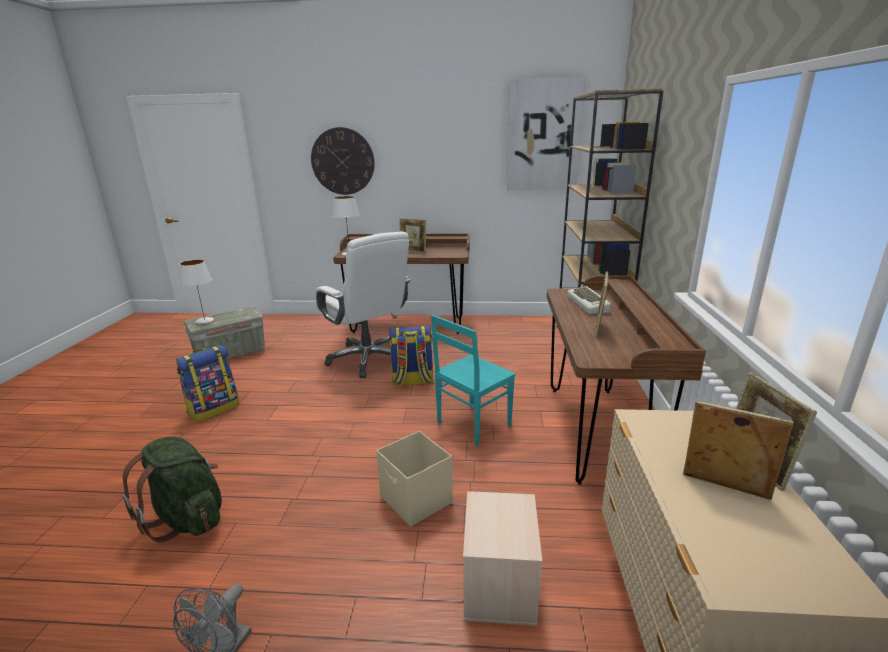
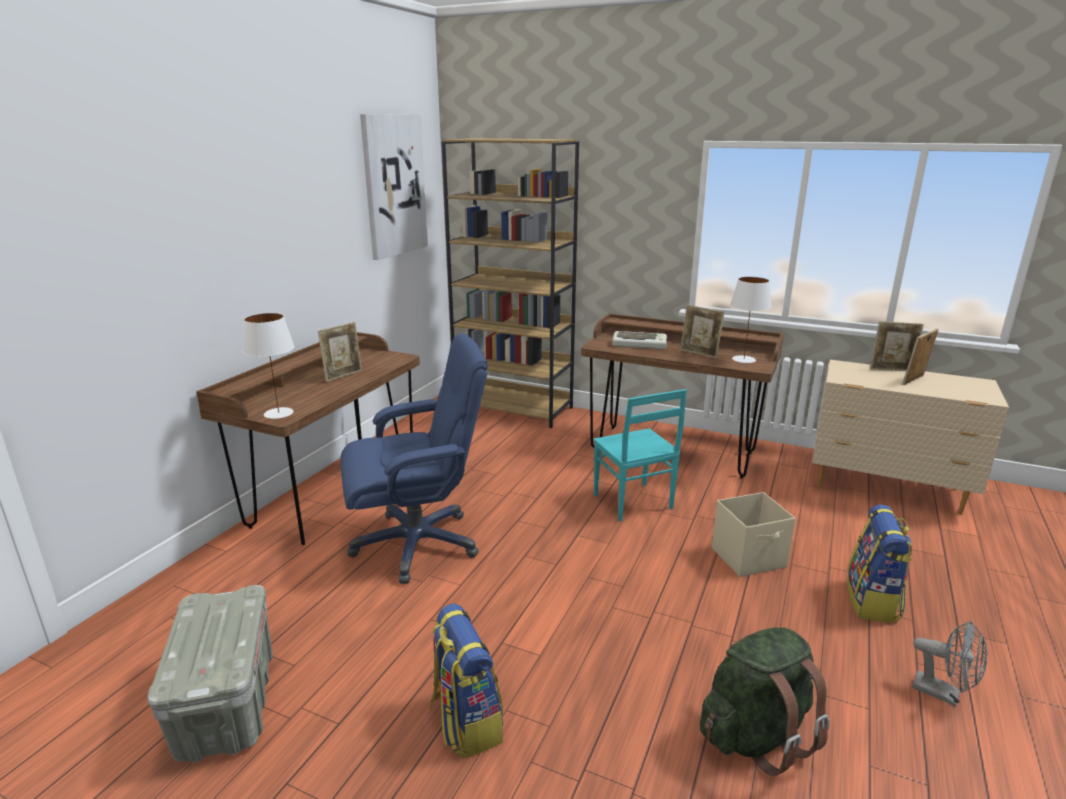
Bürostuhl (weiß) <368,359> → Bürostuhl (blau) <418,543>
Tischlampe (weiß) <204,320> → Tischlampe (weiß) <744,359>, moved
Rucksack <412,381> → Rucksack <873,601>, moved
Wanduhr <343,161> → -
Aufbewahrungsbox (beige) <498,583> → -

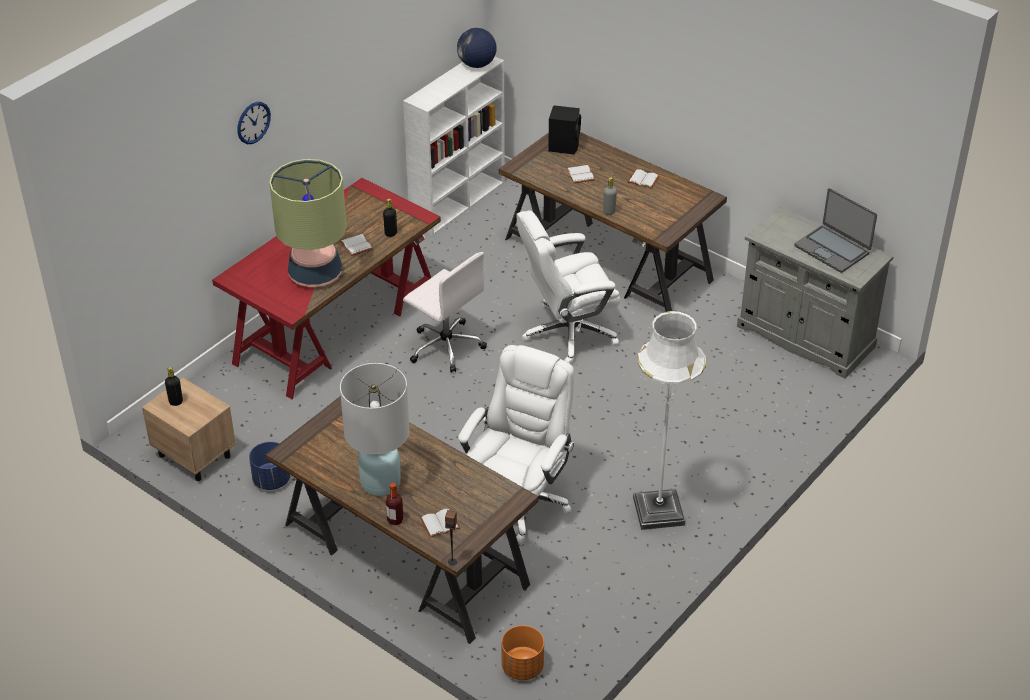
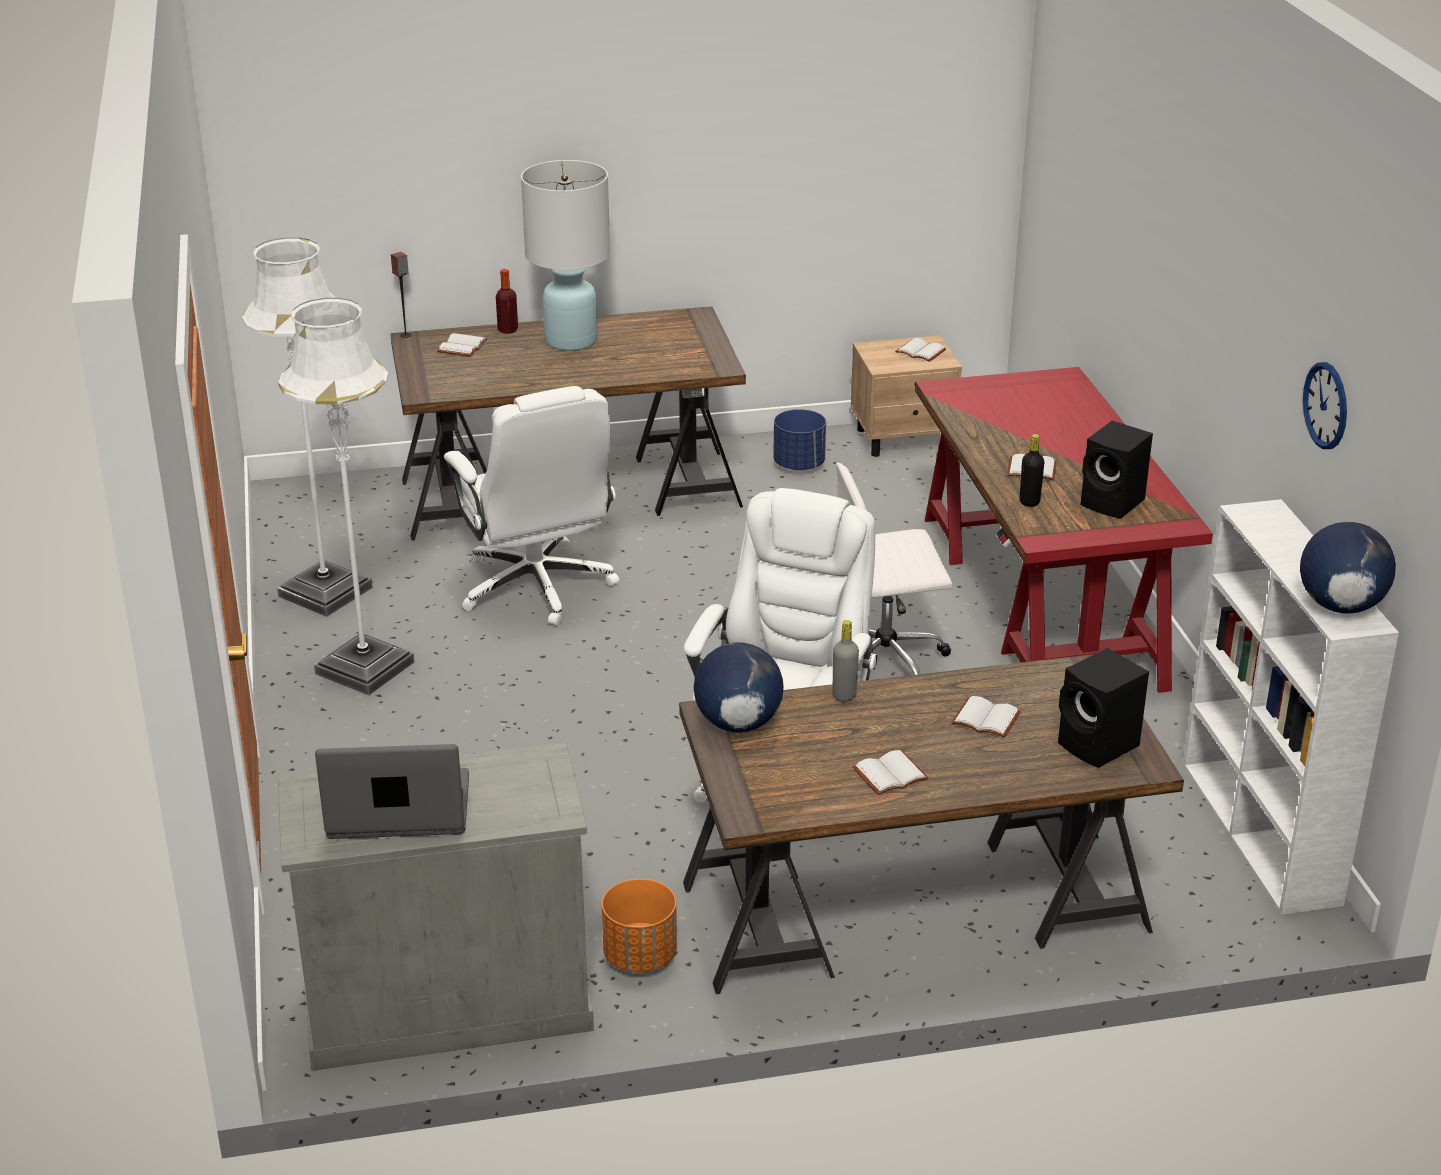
- → Stehlampe (weiß) <325,592>
Pflanzkübel (orange) <522,667> → Pflanzkübel (orange) <641,956>, moved
- → Globus <737,724>
Flasche (schwarz) <176,402> → Buch (weiß) <922,351>
- → Lautsprecher (schwarz) <1114,503>
Wanduhr <253,122> → Wanduhr <1326,405>, moved
Tischlampe <315,274> → -

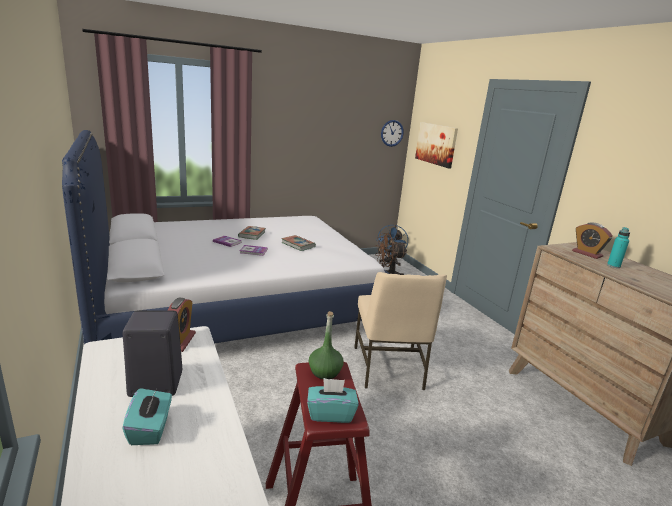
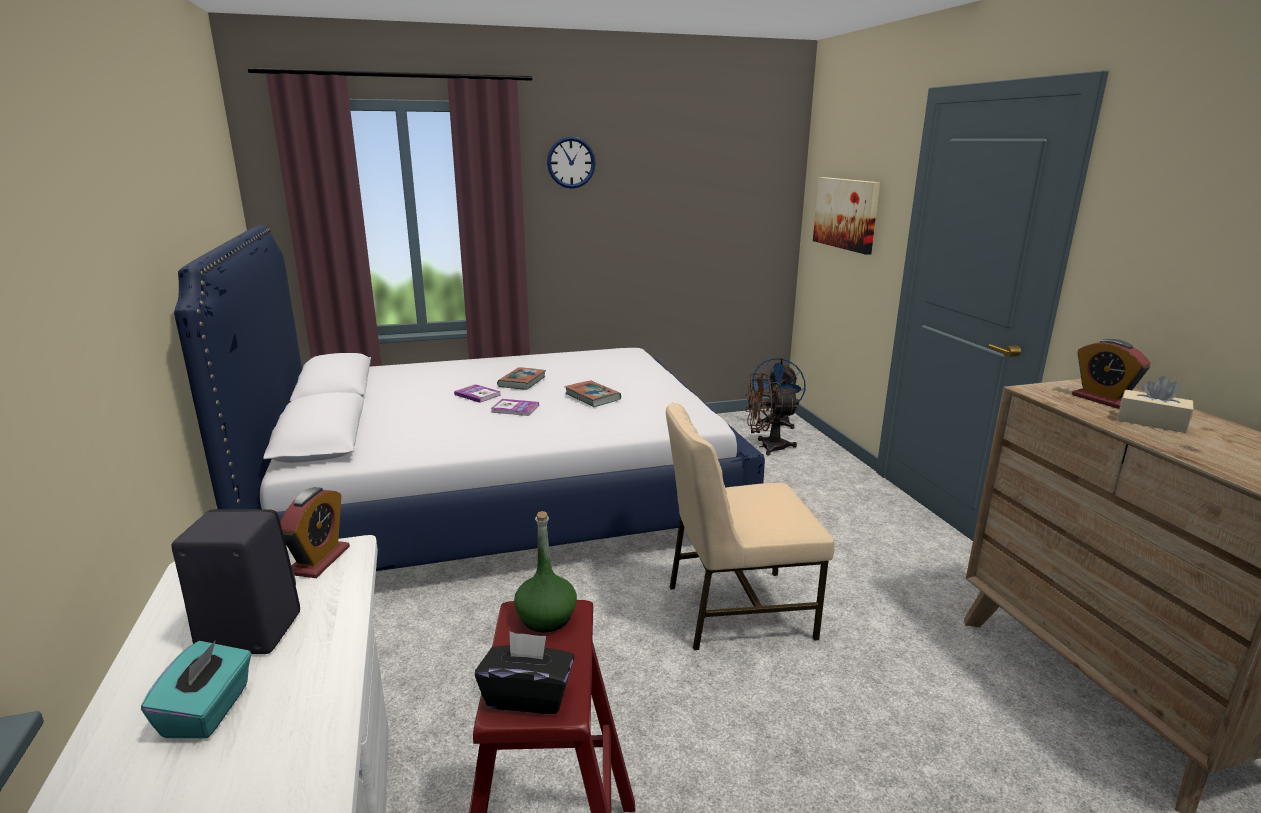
Taschentuchbox (türkis) <331,413> → Taschentuchbox (schwarz) <528,695>
Wanduhr <392,133> → Wanduhr <571,162>, moved
Stuhl (beige) <388,368> → Stuhl (beige) <736,610>, 75 degrees clockwise
Flasche (türkis) <613,266> → Taschentuchbox (beige) <1151,422>

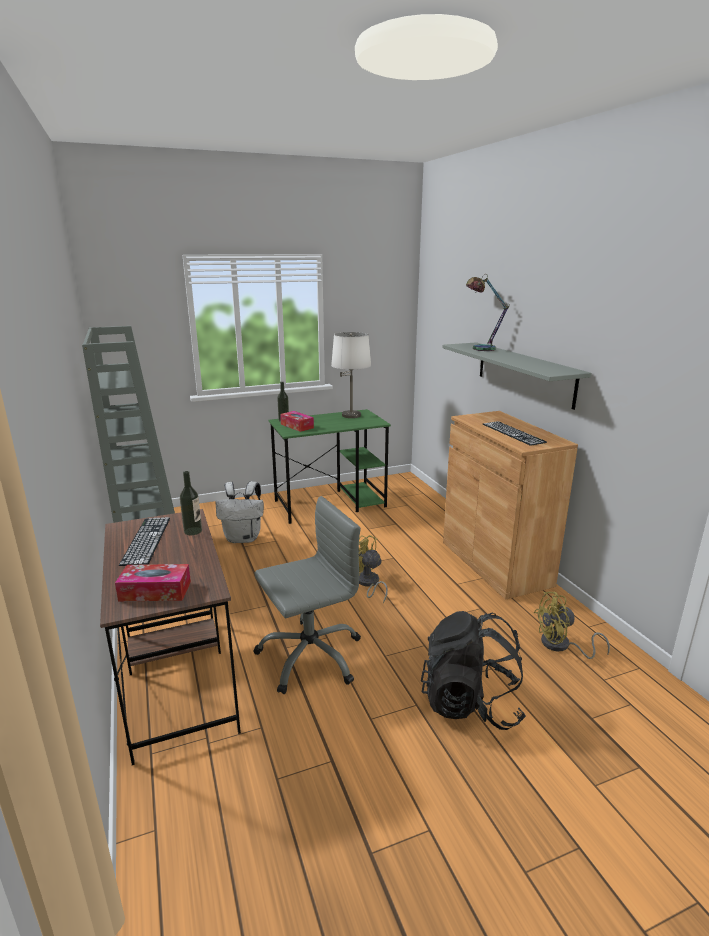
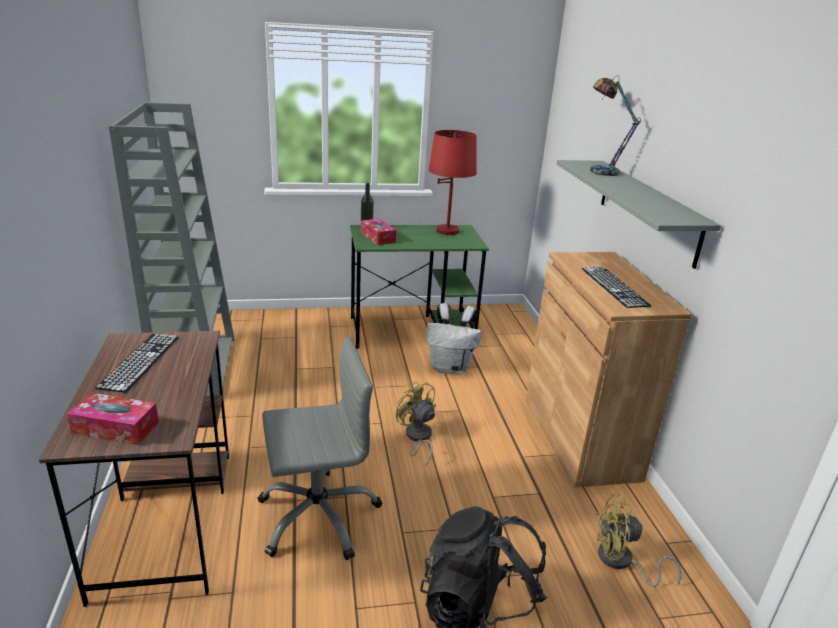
Rucksack (weiß) <244,538> → Rucksack (weiß) <450,368>, moved
Tischlampe (weiß) <351,415> → Tischlampe (rot) <447,231>
Flasche <193,531> → -

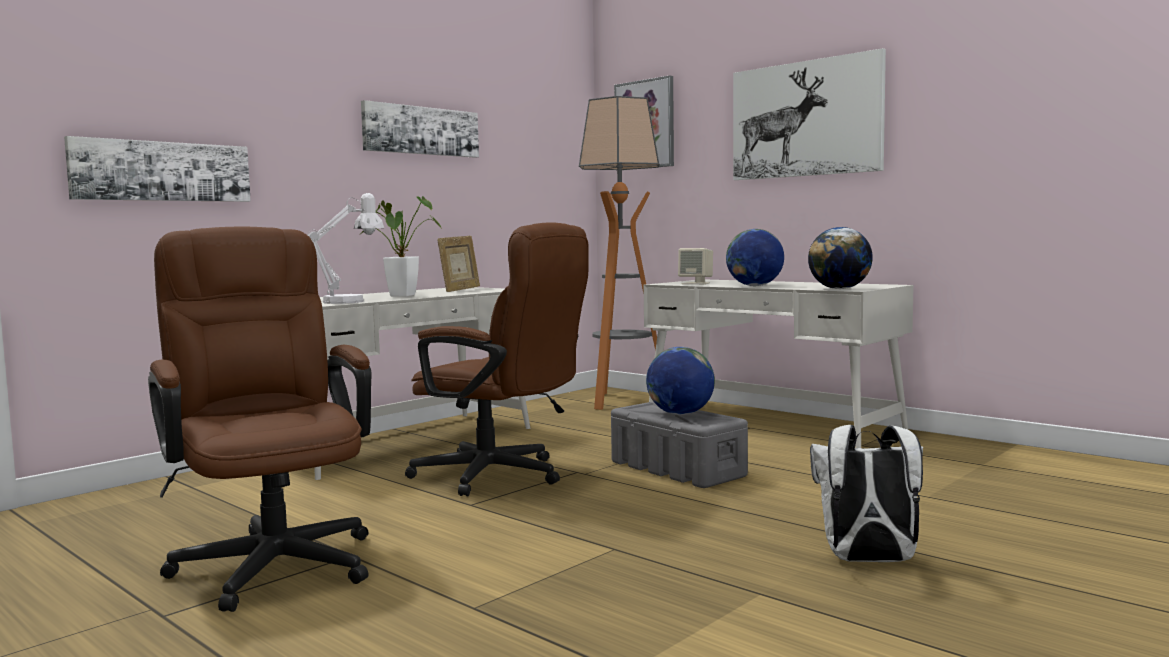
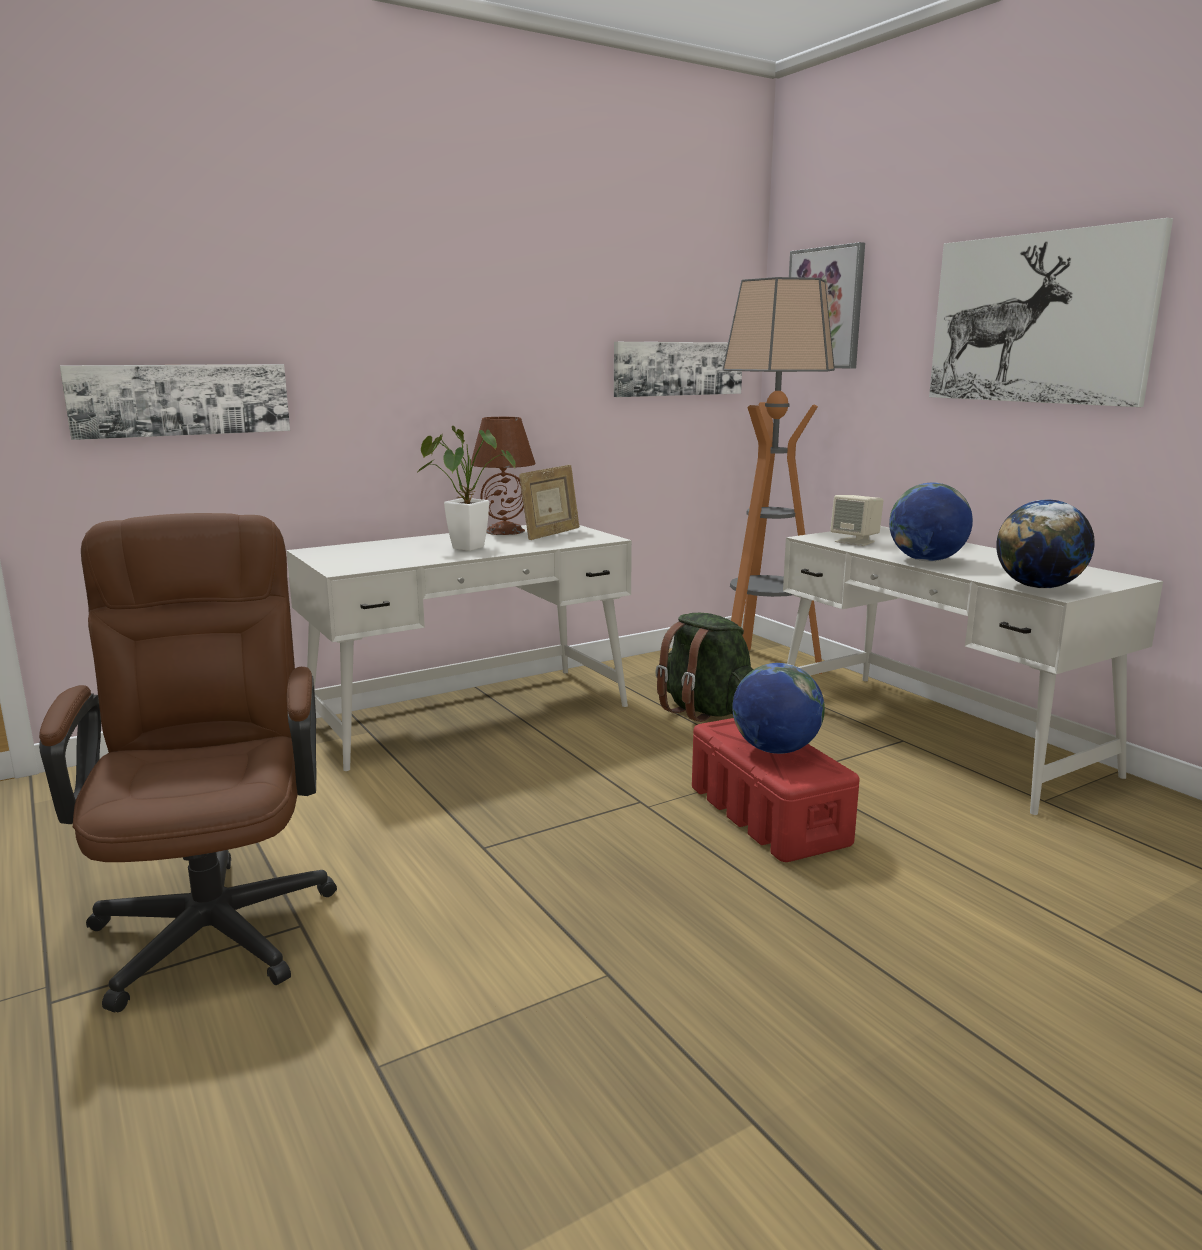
- → Tischlampe (braun) <505,531>
Bild <421,131> → Bild <678,368>, moved
- → Rucksack (grün) <705,711>
Aufbewahrungsbox (grau) <678,469> → Aufbewahrungsbox (rot) <768,815>
Tischlampe (weiß) <352,301> → -
Bürostuhl (braun) <501,476> → -
Rucksack (weiß) <868,561> → -

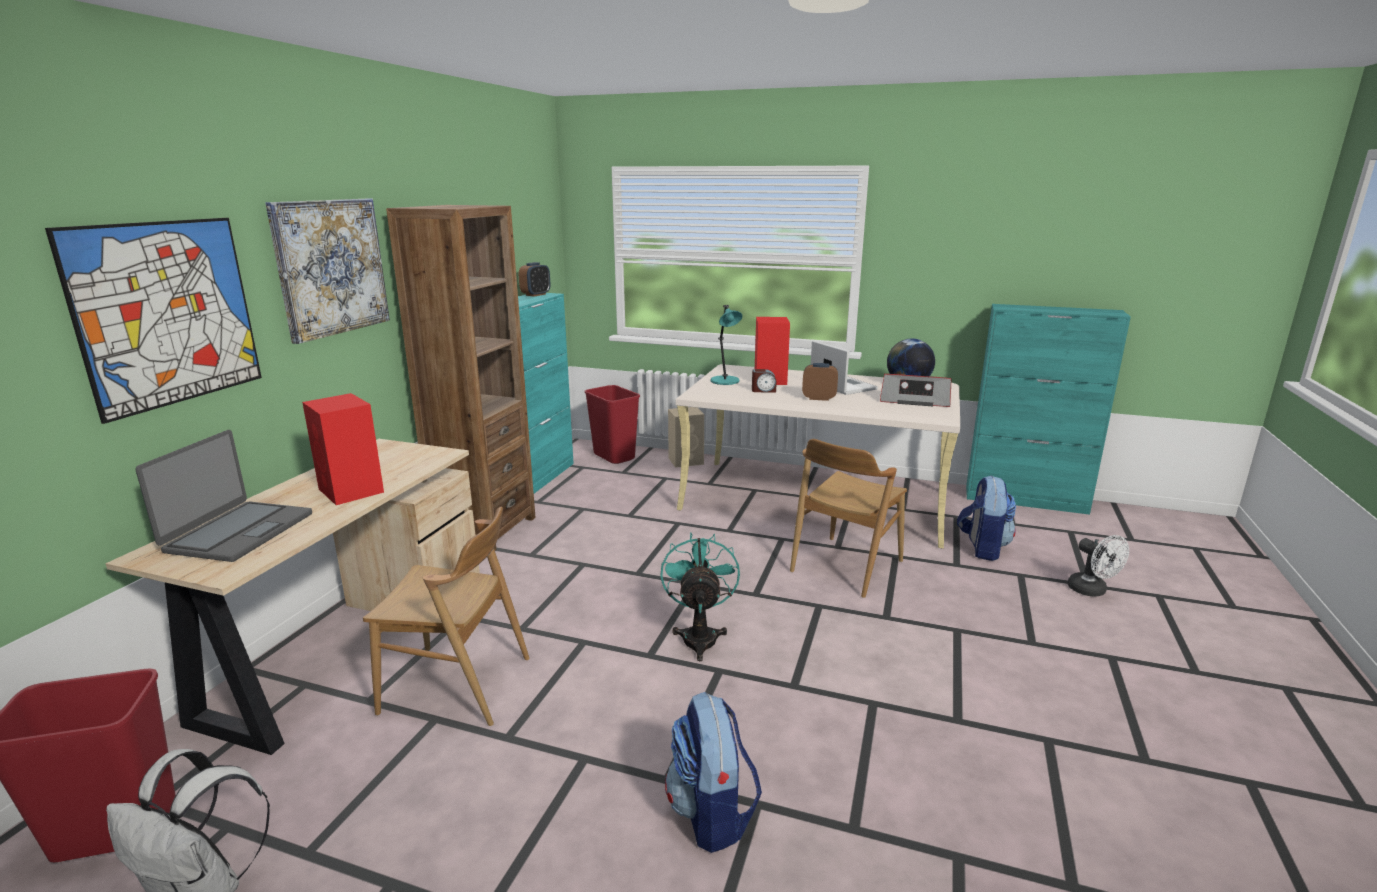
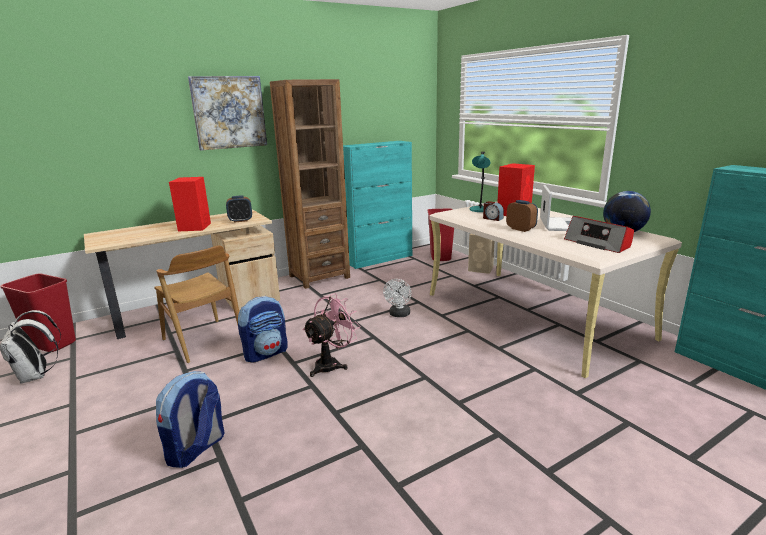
Wecker <536,295> → Wecker <240,220>, moved
Rucksack <982,548> → Rucksack <266,353>, moved
Ventilator (türkis) <699,635> → Ventilator (rosa) <331,364>
Ventilator (weiß) <1092,591> → Ventilator (weiß) <399,315>, moved
Bild <167,313> → -
Laptop <238,532> → -
Stuhl (braun) <846,566> → -

